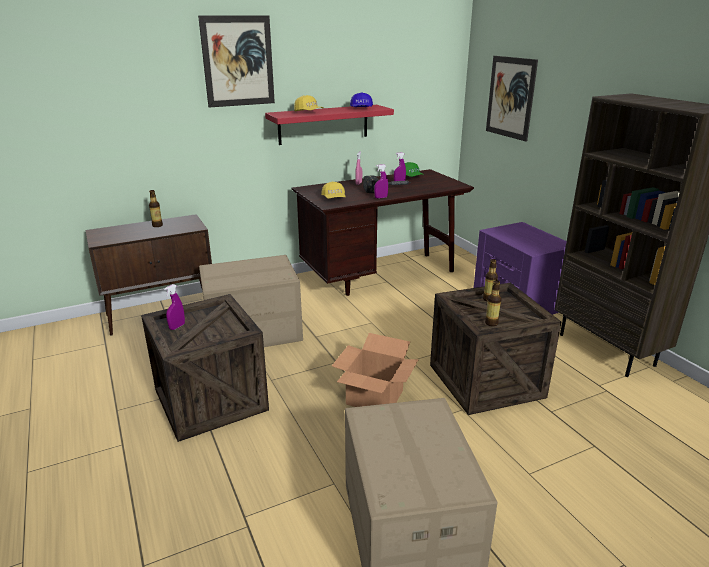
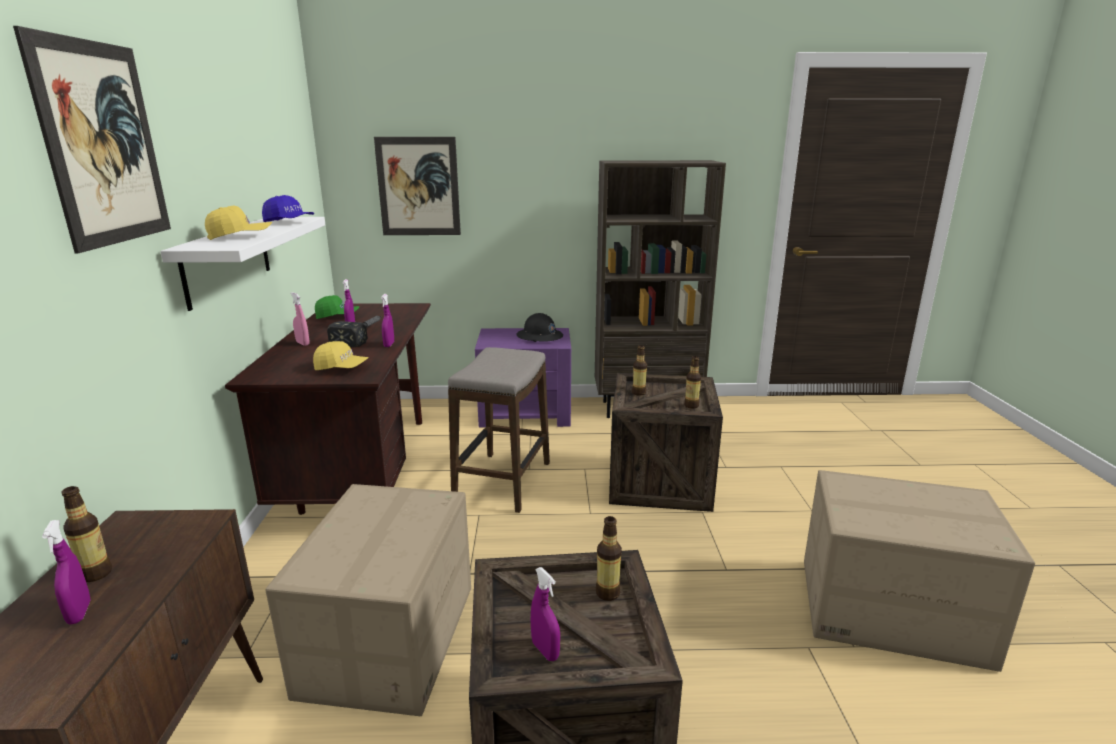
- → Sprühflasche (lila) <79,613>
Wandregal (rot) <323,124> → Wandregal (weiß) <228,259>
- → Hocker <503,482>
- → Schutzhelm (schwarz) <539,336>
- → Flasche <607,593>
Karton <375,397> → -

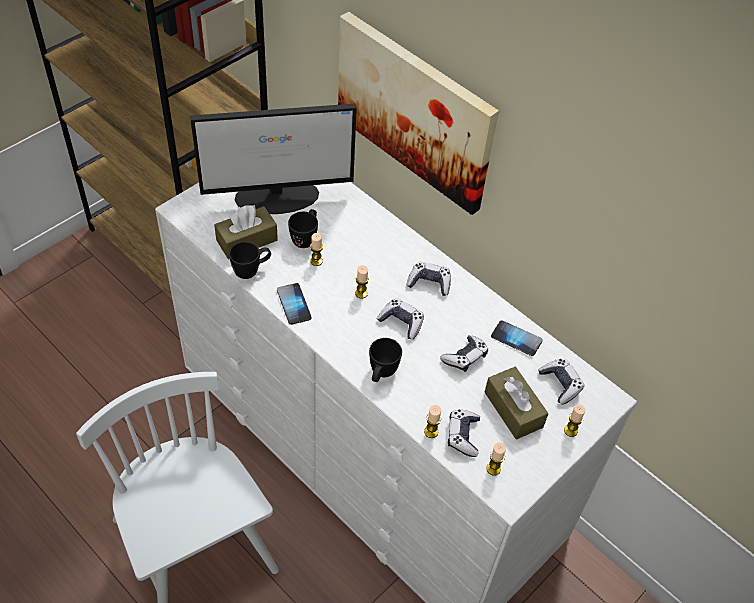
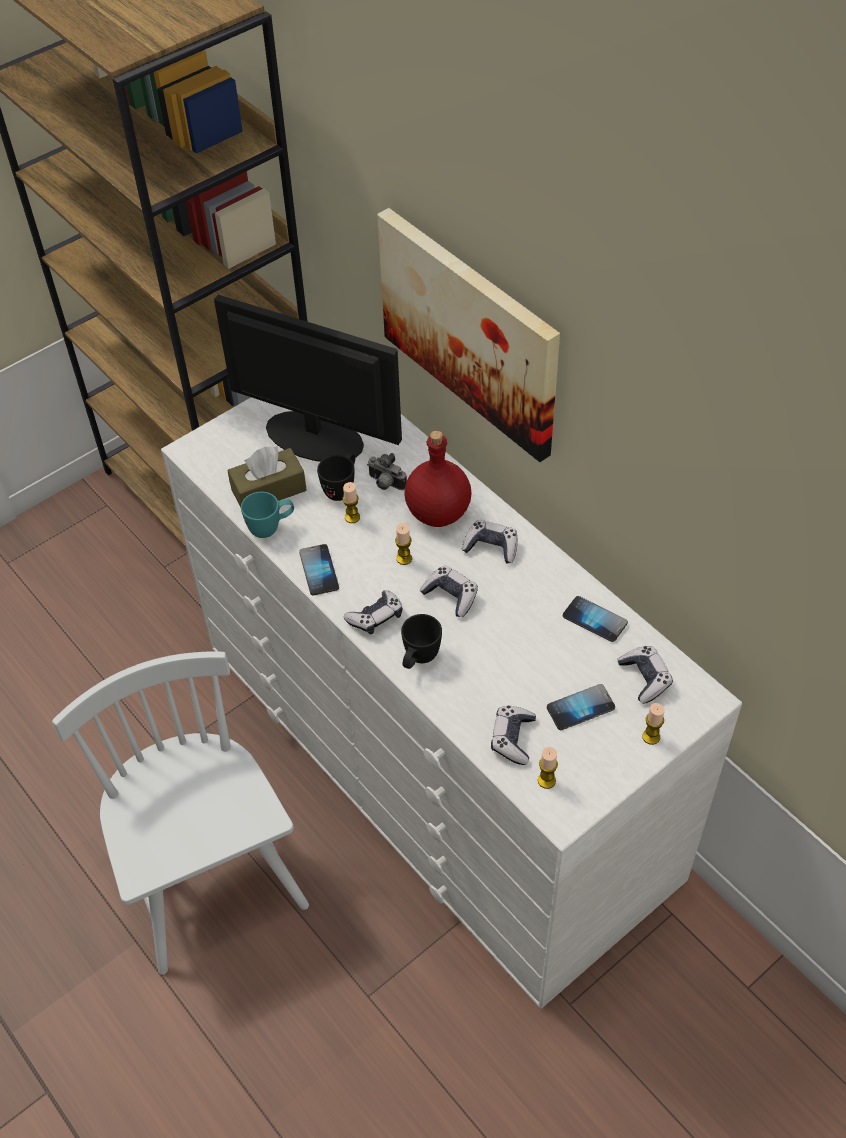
Monitor <278,196> → Monitor <313,435>, 150 degrees counterclockwise
Henkelbecher (schwarz) <251,271> → Henkelbecher (türkis) <271,528>
Gamepad <465,357> → Gamepad <375,617>, moved
- → Kamera <385,484>
- → Flasche (rot) <437,513>
Taschentuchbox (braun) <513,409> → Handy <580,708>
Kerze <431,432> → -

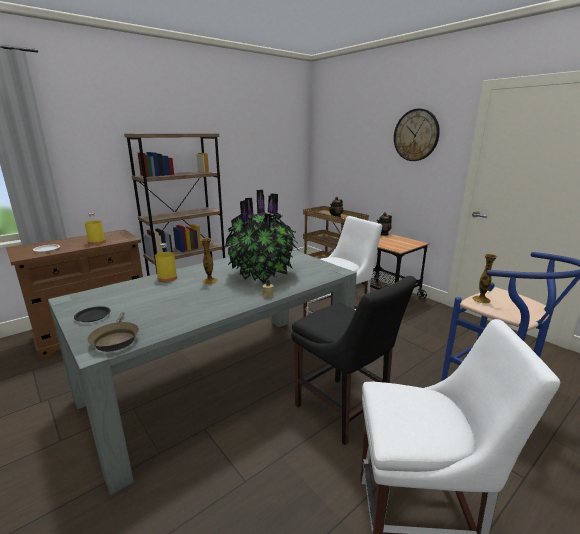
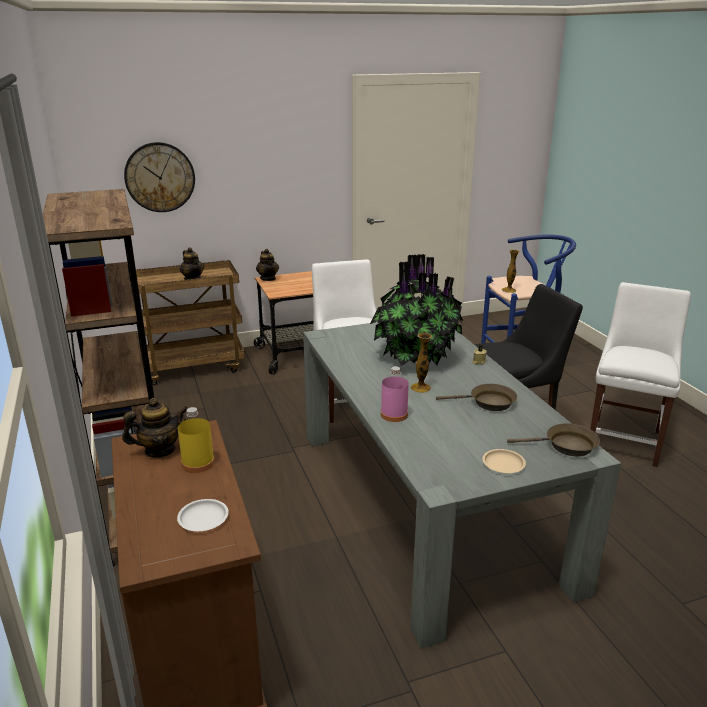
- → Teekanne <159,450>
Wanduhr <416,135> → Wanduhr <160,177>, moved
Flasche (gelb) <167,278> → Flasche (rosa) <394,414>
- → Pfanne (braun) <488,402>
Teller (schwarz) <92,316> → Teller (beige) <503,464>

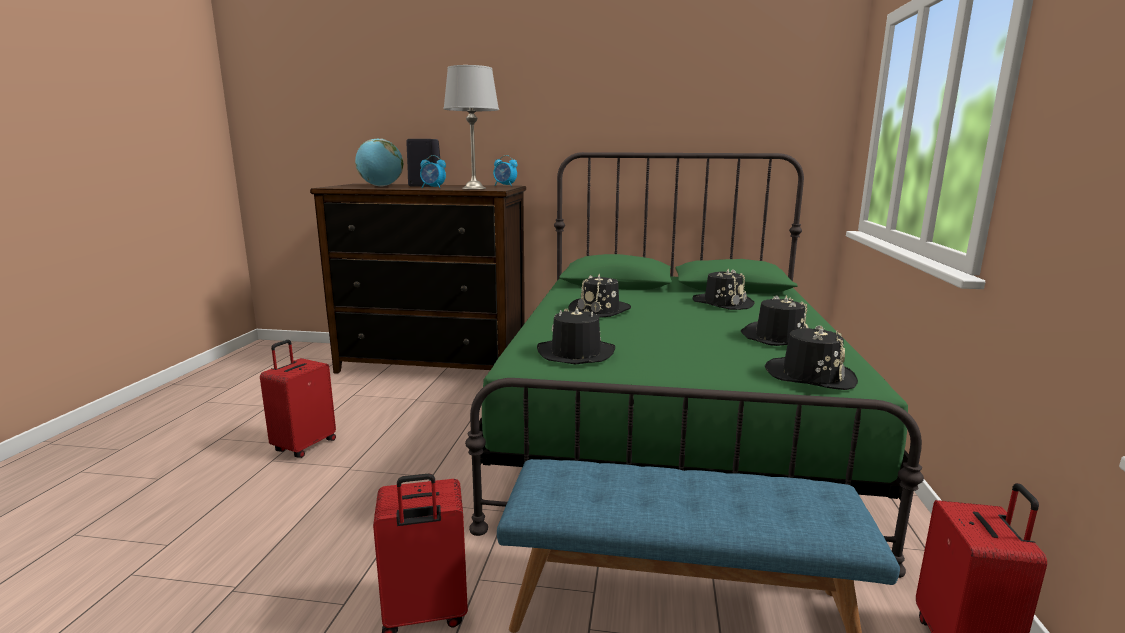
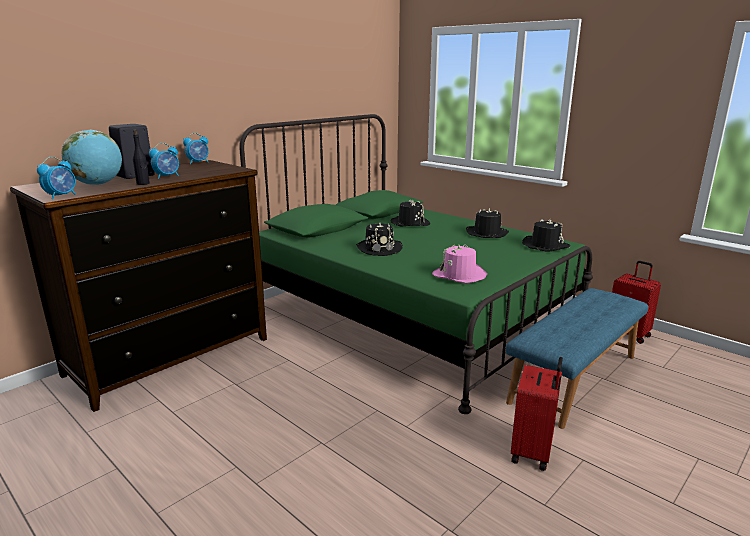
- → Wecker <61,196>
- → Flasche (schwarz) <143,183>
Hut (schwarz) <575,354> → Hut (rosa) <459,275>
Koffer (rot) <304,446> → -
Tischlampe (grau) <473,188> → -

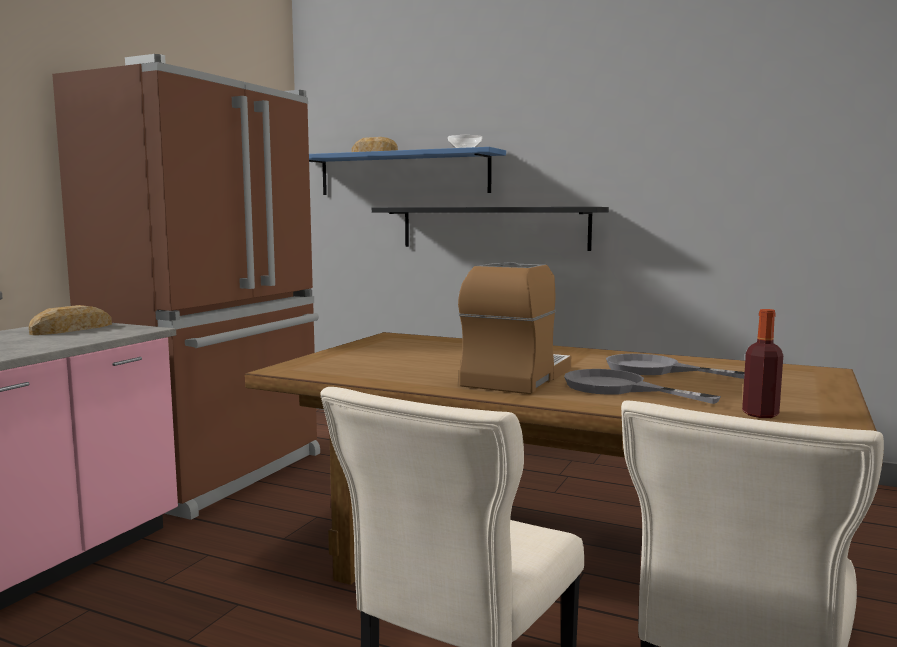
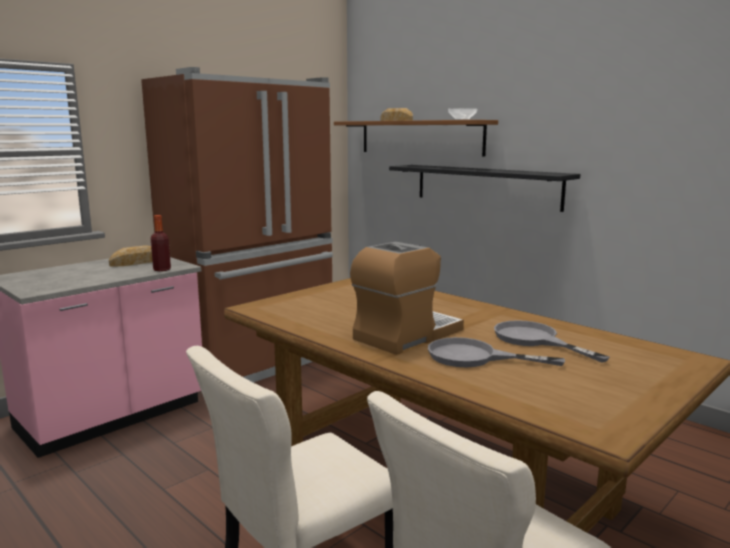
Flasche <760,414> → Flasche <162,269>, moved
Wandregal (blau) <402,174> → Wandregal (braun) <419,137>
Pfanne (grau) <617,388> → Pfanne (grau) <474,357>, 45 degrees counterclockwise

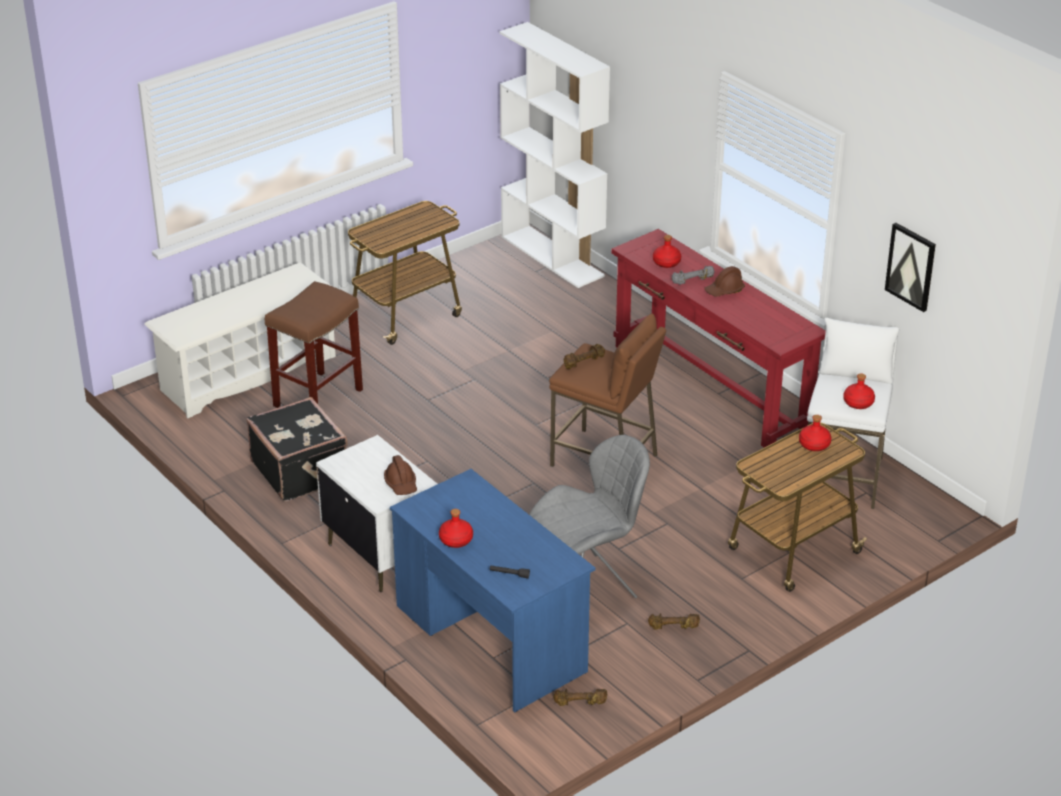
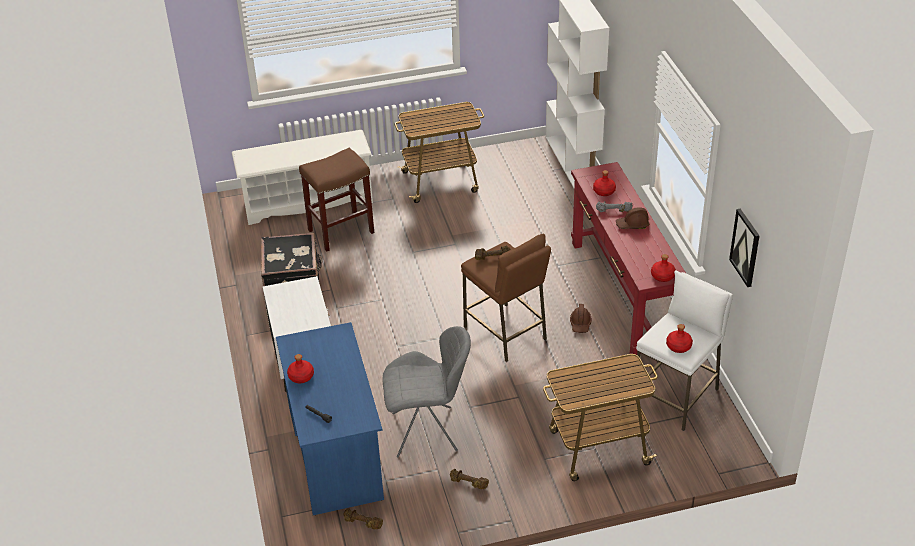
Schutzhelm (braun) <401,484> → Schutzhelm (braun) <580,324>, moved
Flasche (rot) <814,444> → Flasche (rot) <662,276>, moved

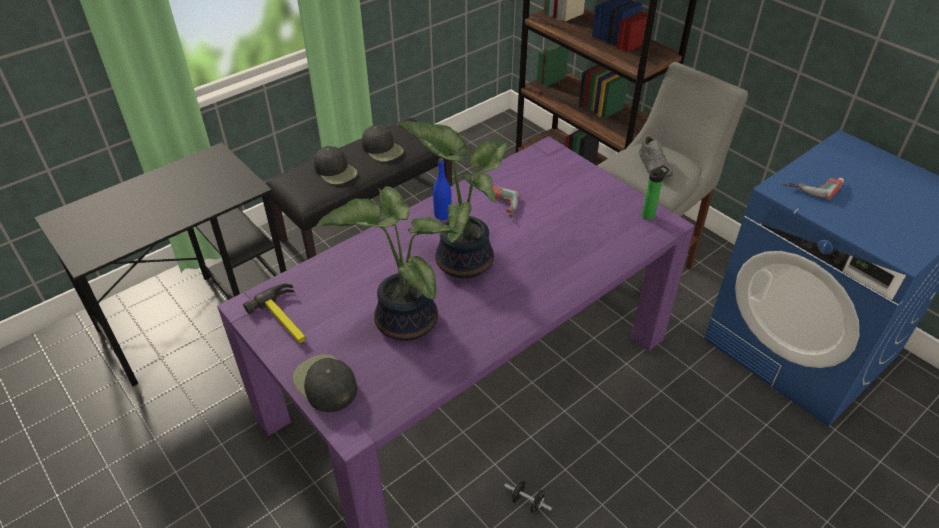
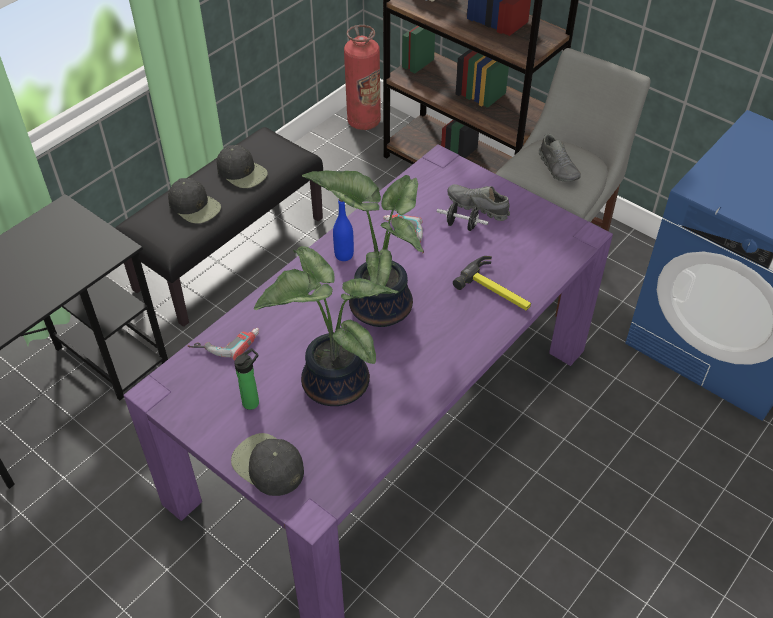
Bohrmaschine <813,186> → Bohrmaschine <225,341>, moved
Flasche <649,215> → Flasche <253,401>, moved
- → Feuerlöscher <364,122>
Hantel (schwarz) <527,502> → Hantel (schwarz) <461,225>, moved
- → Schuh (grau) <477,207>
Hammer <286,319> → Hammer <497,290>, moved

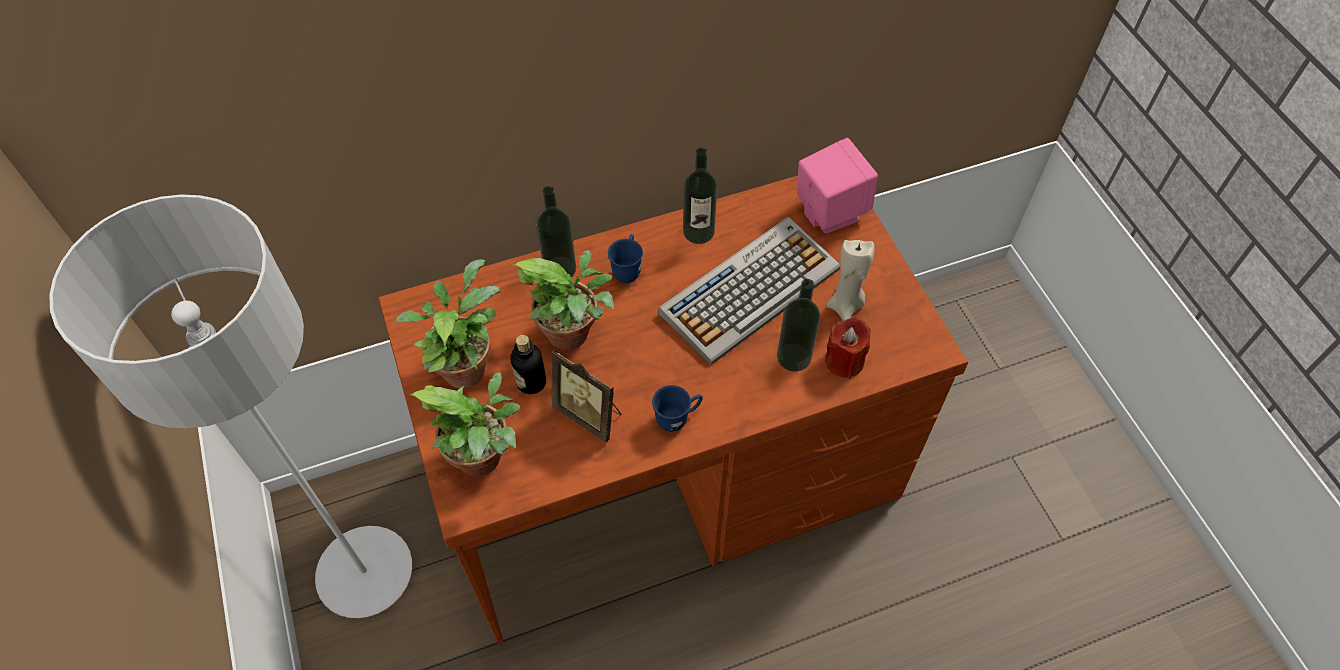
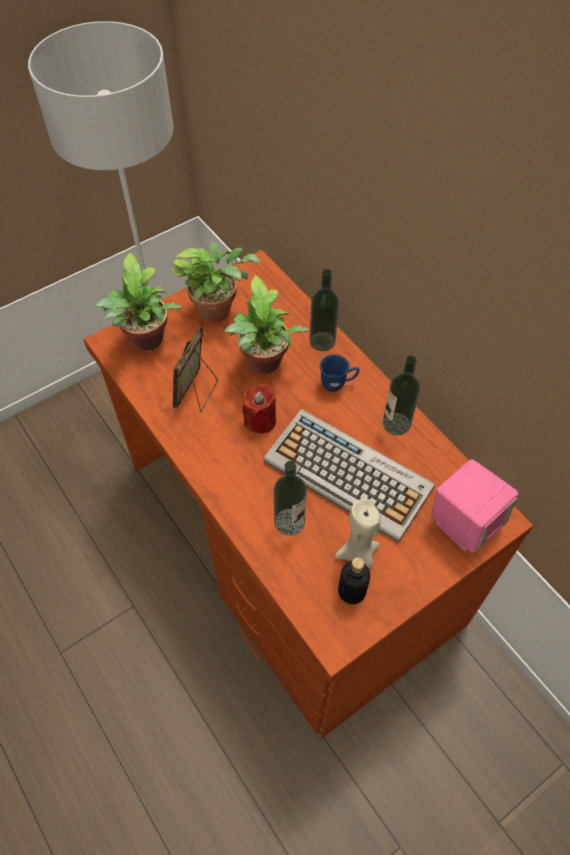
Kerze (rot) <844,361> → Kerze (rot) <260,420>, moved
Flasche <531,382> → Flasche <352,591>, moved
Henkelbecher (blau) <678,419> → -

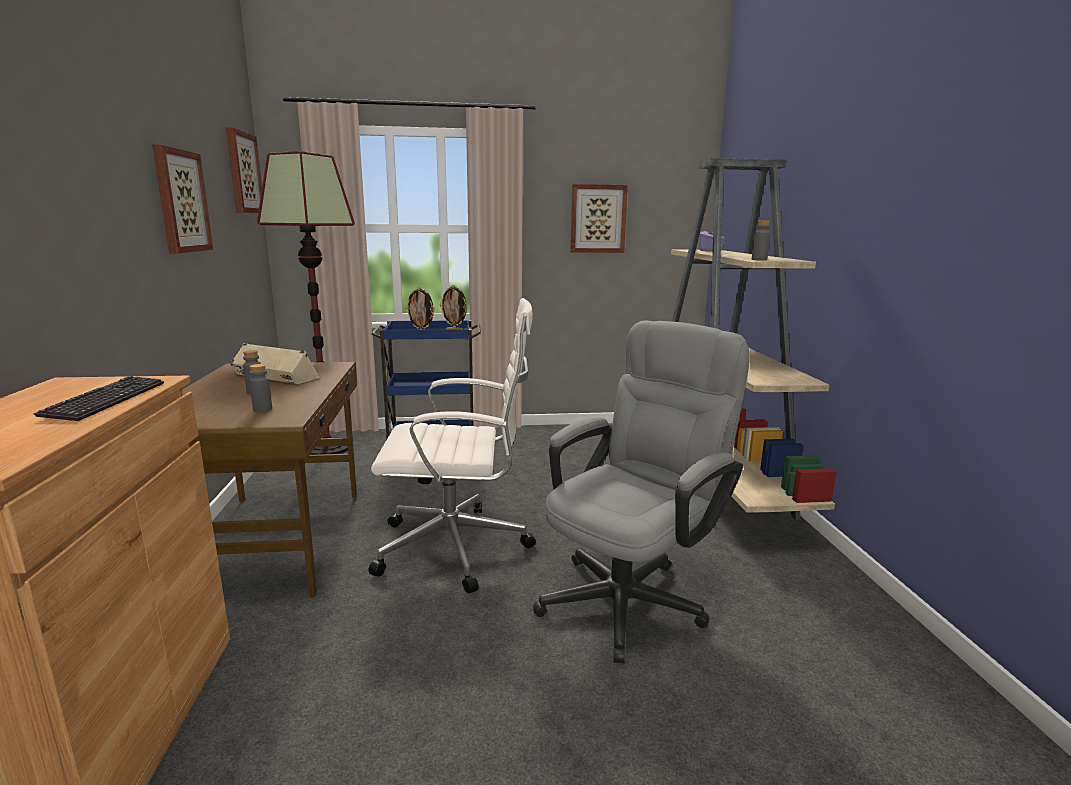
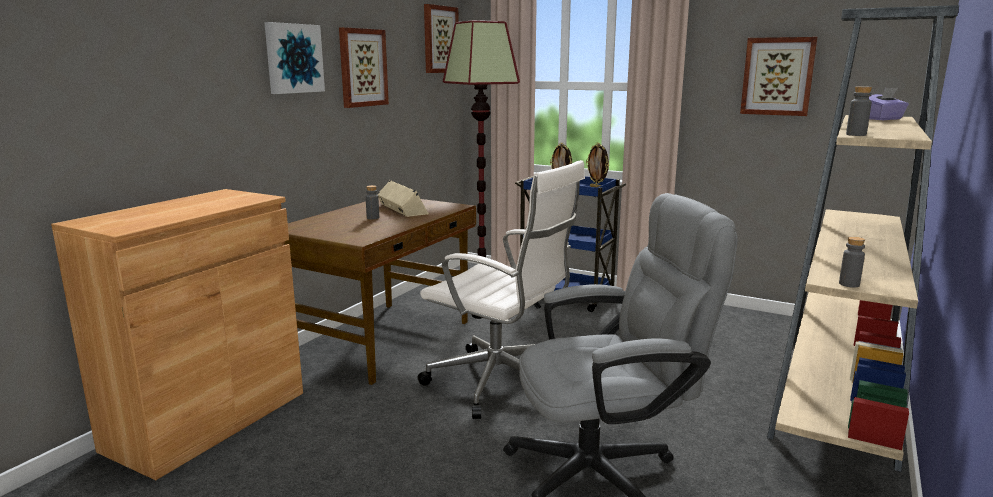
- → Bild <293,58>
Flasche (grau) <262,409> → Flasche (grau) <849,284>, moved
Tastatur <106,400> → -

